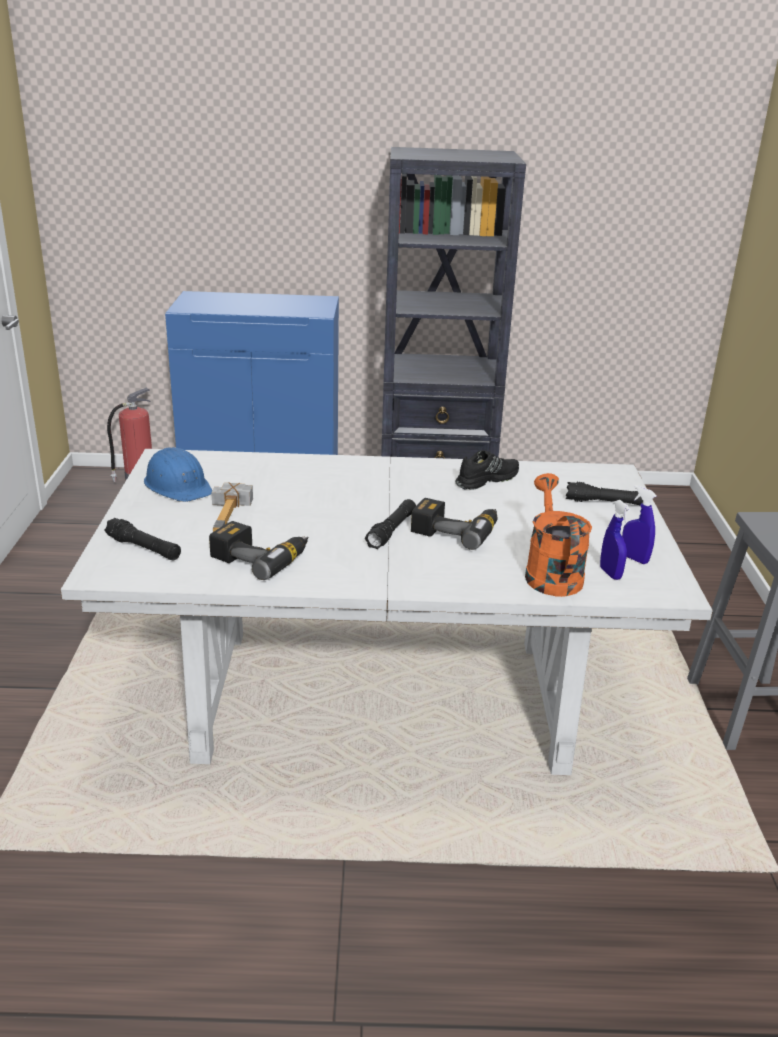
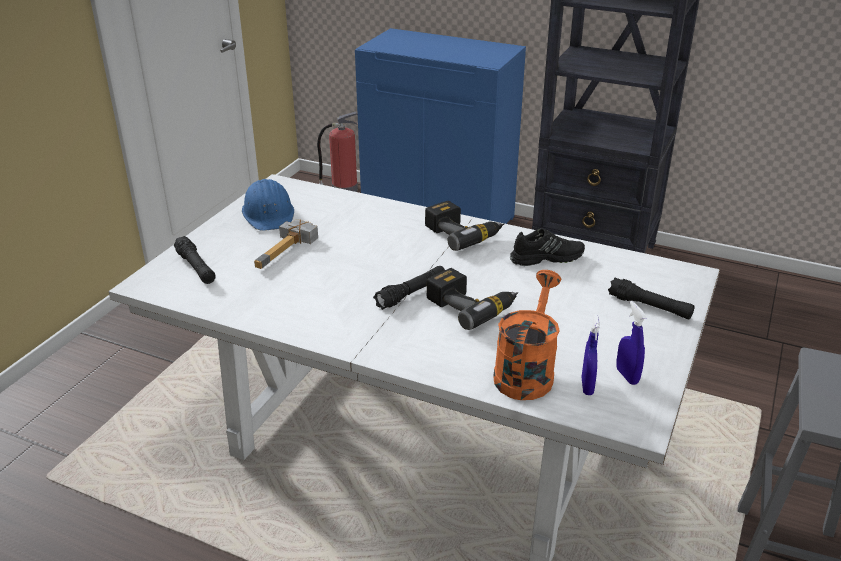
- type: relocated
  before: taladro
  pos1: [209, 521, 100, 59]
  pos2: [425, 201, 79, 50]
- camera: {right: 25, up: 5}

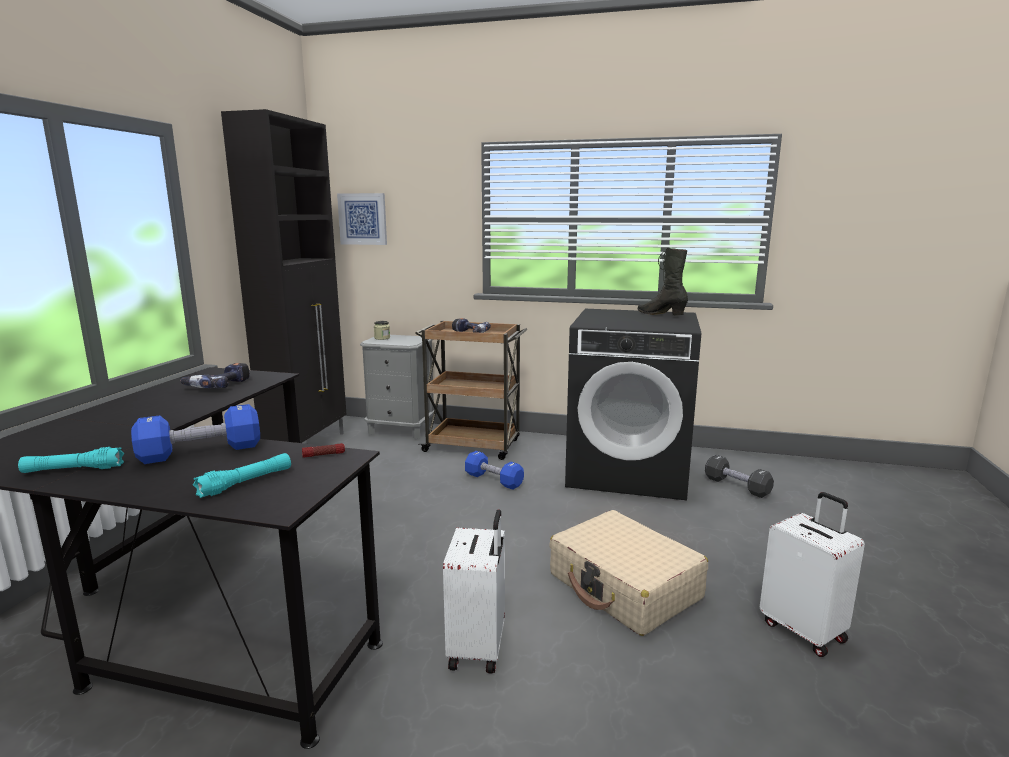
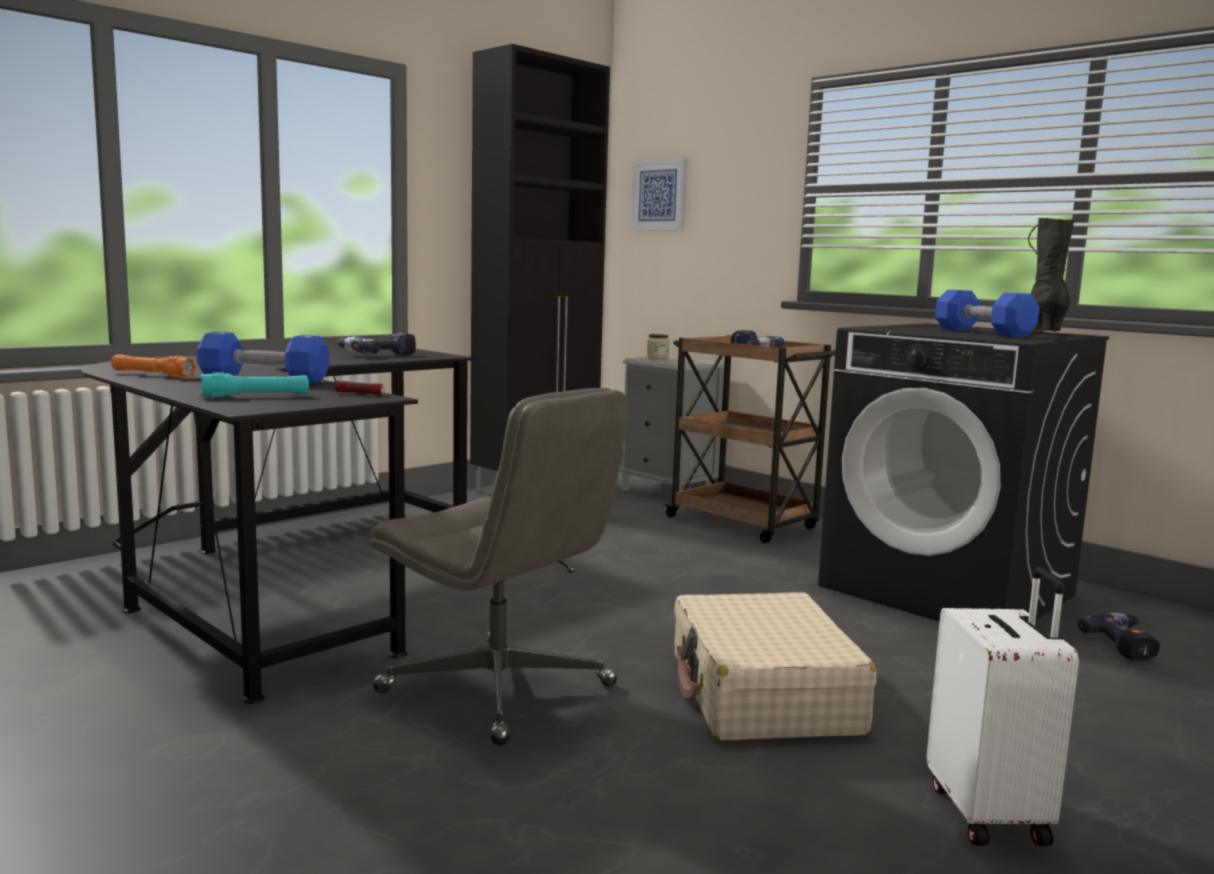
- type: colour
  before: linterna (turquesa)
  after: linterna (naranja)
  pos1: [18, 447, 106, 26]
  pos2: [111, 354, 85, 24]
- type: exchanged
  before: maleta (blanco)
  after: silla de oficina (gris)
  pos1: [443, 510, 62, 164]
  pos2: [369, 388, 259, 357]
- type: relocated
  before: mancuerna (azul)
  pos1: [465, 451, 59, 39]
  pos2: [935, 290, 105, 47]
- type: exchanged
  before: mancuerna (negro)
  after: taladro
  pos1: [705, 455, 69, 43]
  pos2: [1078, 613, 82, 48]
- camera: {right: 30, up: -5}

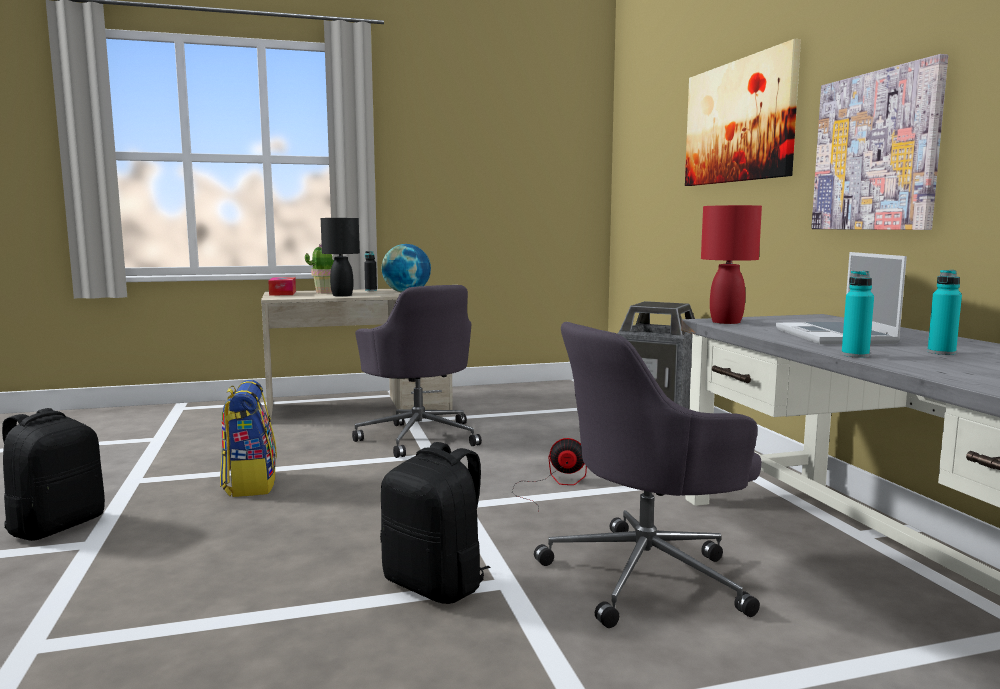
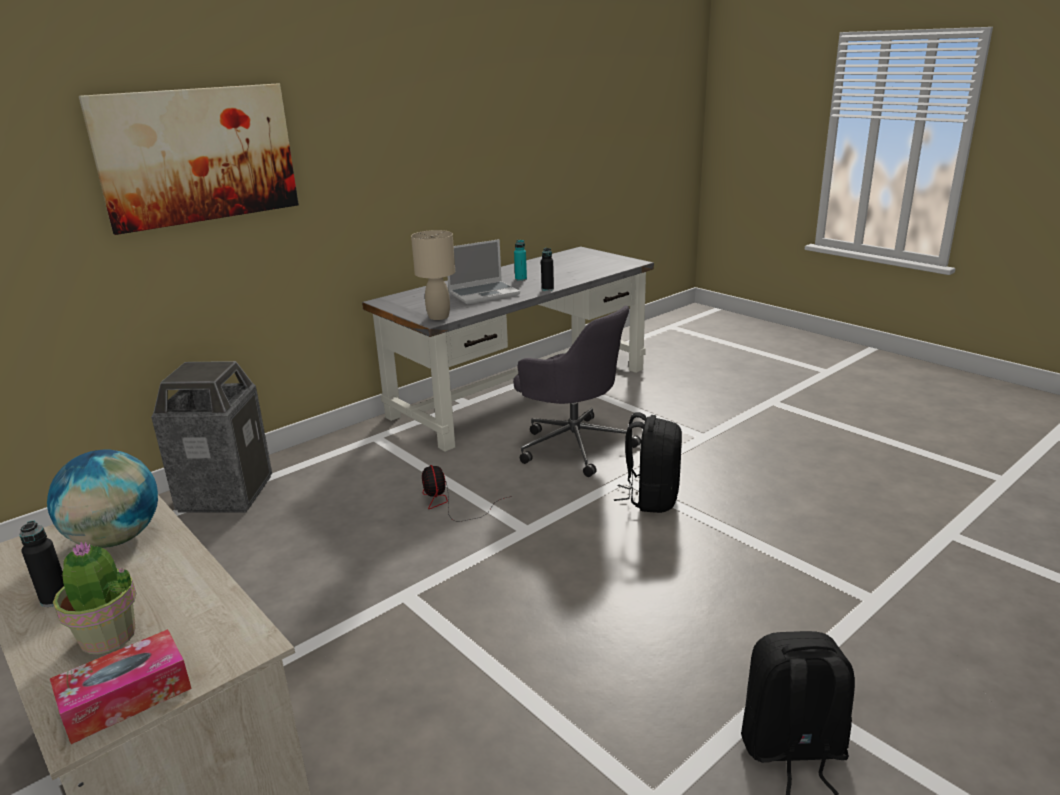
- type: missing
  before: mochila
  pos1: [220, 380, 57, 117]
- type: missing
  before: lámpara de mesa (negro)
  pos1: [321, 218, 39, 79]
- type: missing
  before: silla de oficina (gris)
  pos1: [352, 285, 130, 173]
- type: colour
  before: lámpara de mesa (rojo)
  after: lámpara de mesa (beis)
  pos1: [701, 205, 61, 119]
  pos2: [411, 230, 44, 90]
- type: missing
  before: cuadro
  pos1: [811, 54, 137, 176]
- type: colour
  before: botella (turquesa)
  after: botella (negro)
  pos1: [842, 271, 32, 87]
  pos2: [541, 248, 13, 43]
- camera: {right: -115, up: 15}

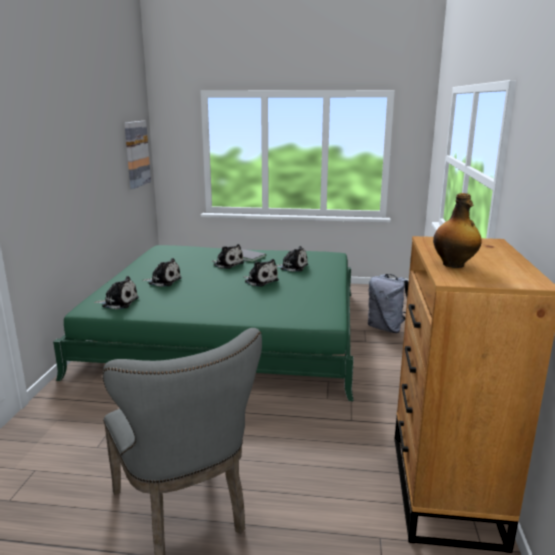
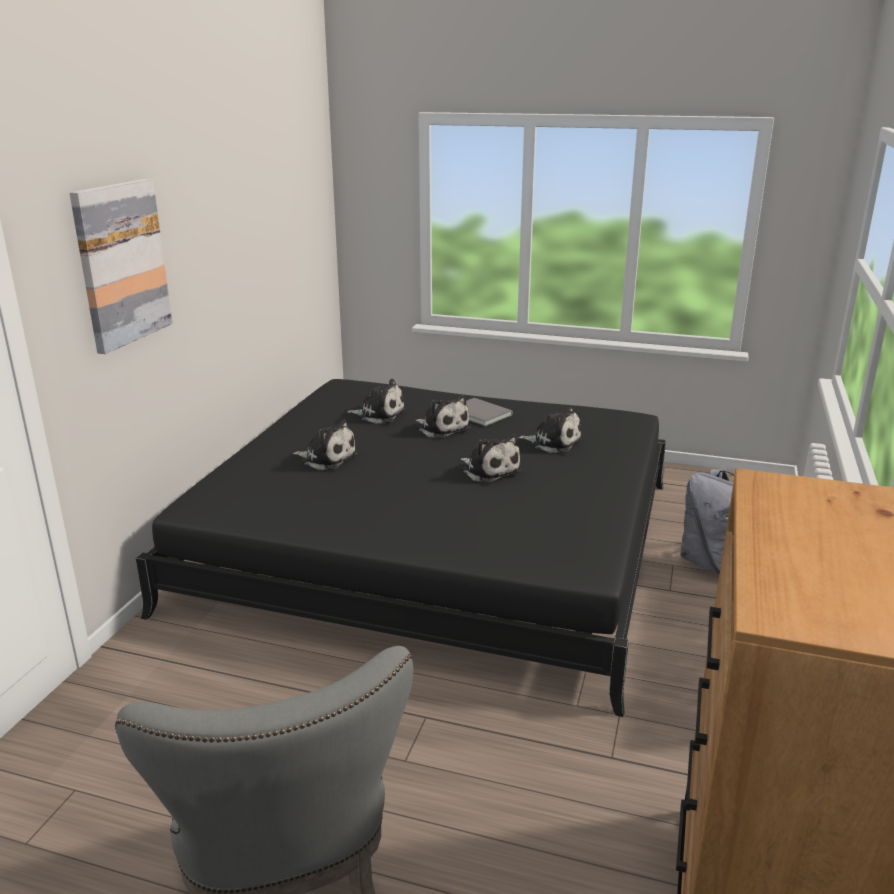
- type: colour
  before: cama (verde)
  after: cama (negro)
  pos1: [53, 245, 301, 156]
  pos2: [135, 379, 531, 338]
- type: relocated
  before: peluche
  pos1: [94, 276, 45, 33]
  pos2: [347, 379, 59, 45]
- type: relocated
  before: cuadro
  pos1: [124, 121, 27, 68]
  pos2: [69, 178, 104, 176]
- type: missing
  before: botella
  pos1: [433, 193, 49, 75]
- camera: {right: 10, up: 5}

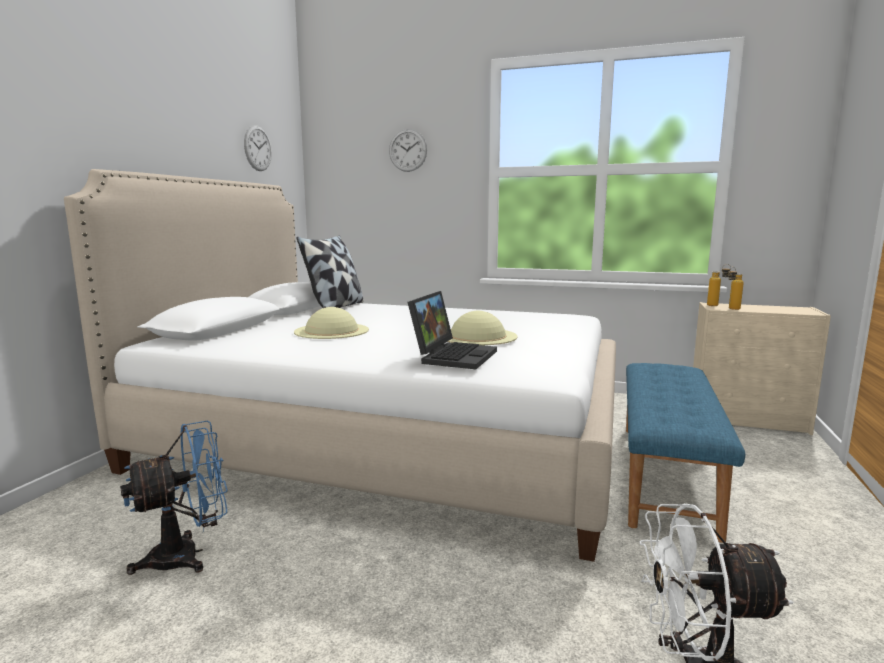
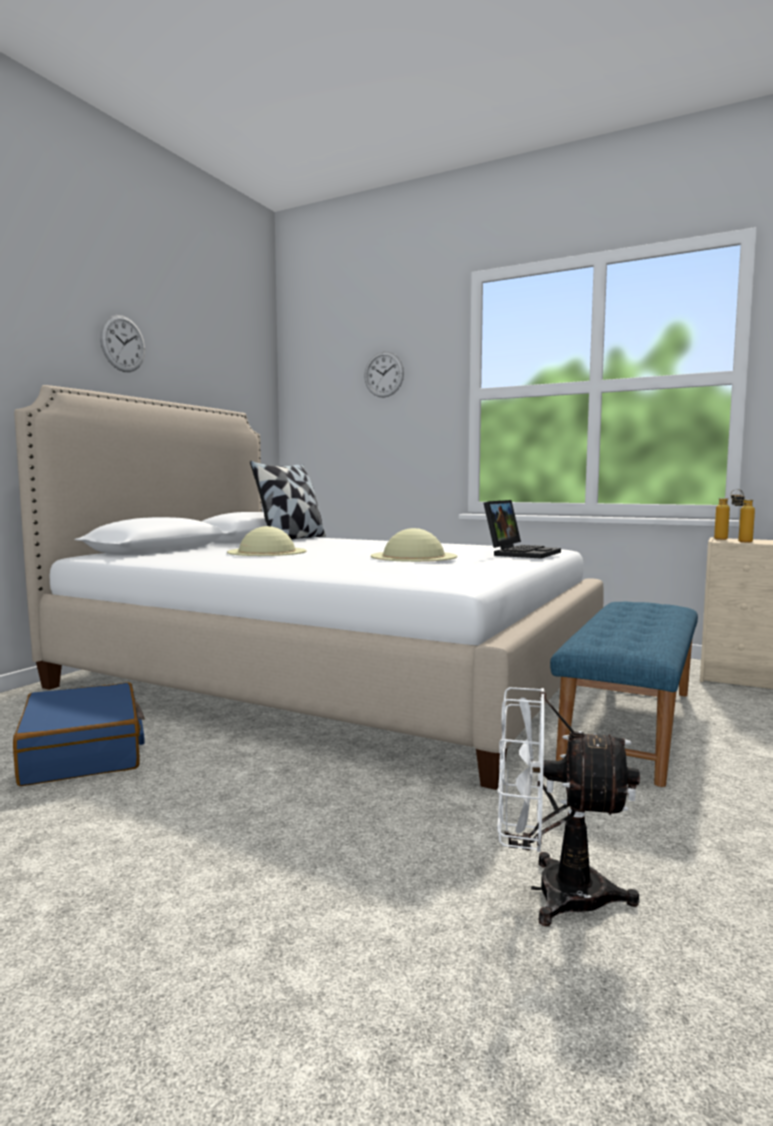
- type: exchanged
  before: ventilador (azul)
  after: maleta (azul)
  pos1: [120, 420, 108, 155]
  pos2: [13, 682, 132, 104]
- type: relocated
  before: reloj de pared
  pos1: [244, 125, 28, 46]
  pos2: [100, 315, 45, 57]
- type: relocated
  before: portátil
  pos1: [408, 291, 89, 78]
  pos2: [484, 500, 77, 59]
- camera: {right: 10, up: -5}

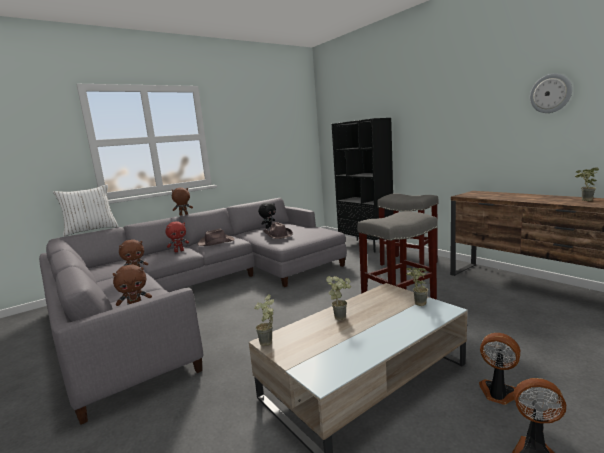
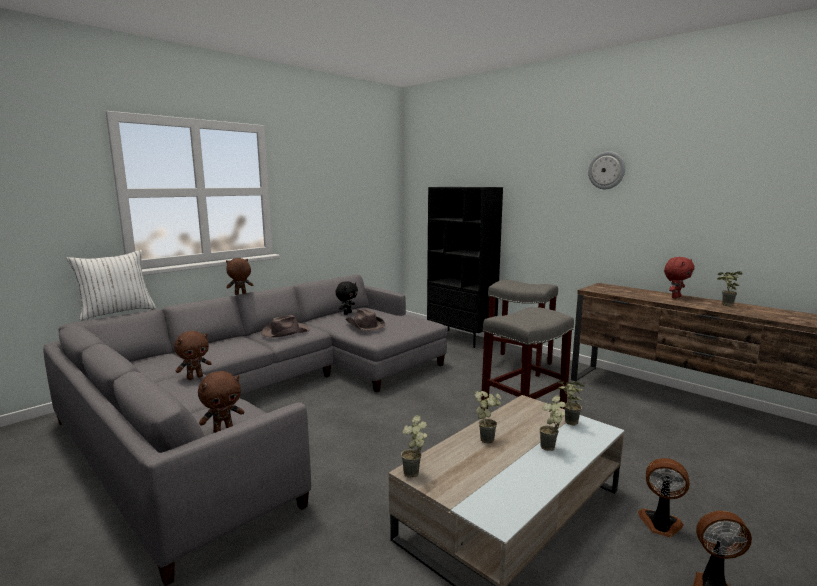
- type: relocated
  before: peluche (rojo)
  pos1: [166, 221, 23, 32]
  pos2: [664, 257, 31, 42]
- type: relocated
  before: reloj de pared
  pos1: [530, 73, 42, 40]
  pos2: [588, 151, 37, 38]
- type: appeared
  after: planta en maceta
  pos2: [539, 395, 27, 56]
- camera: {right: -10, up: 0}

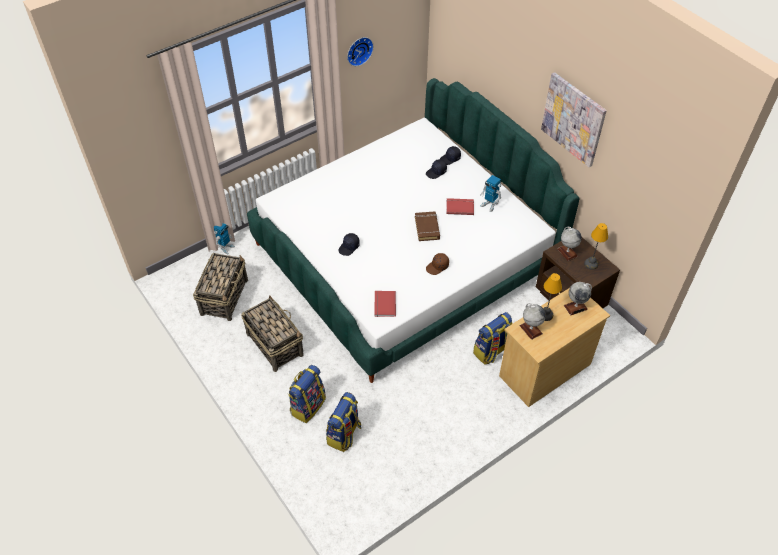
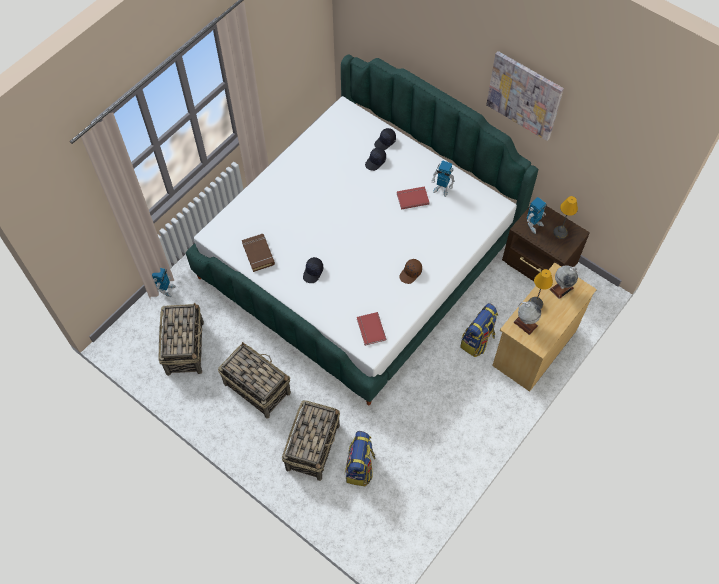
- type: exchanged
  before: mochila
  after: cesta
  pos1: [288, 365, 38, 58]
  pos2: [282, 400, 58, 81]
- type: missing
  before: reloj de pared
  pos1: [347, 37, 27, 29]
- type: relocated
  before: libro (marrón)
  pos1: [415, 211, 25, 30]
  pos2: [242, 234, 33, 38]
- type: exchanged
  before: globo terráqueo
  after: robot de juguete
  pos1: [557, 227, 25, 34]
  pos2: [527, 197, 20, 37]
- camera: {right: -15, up: 10}

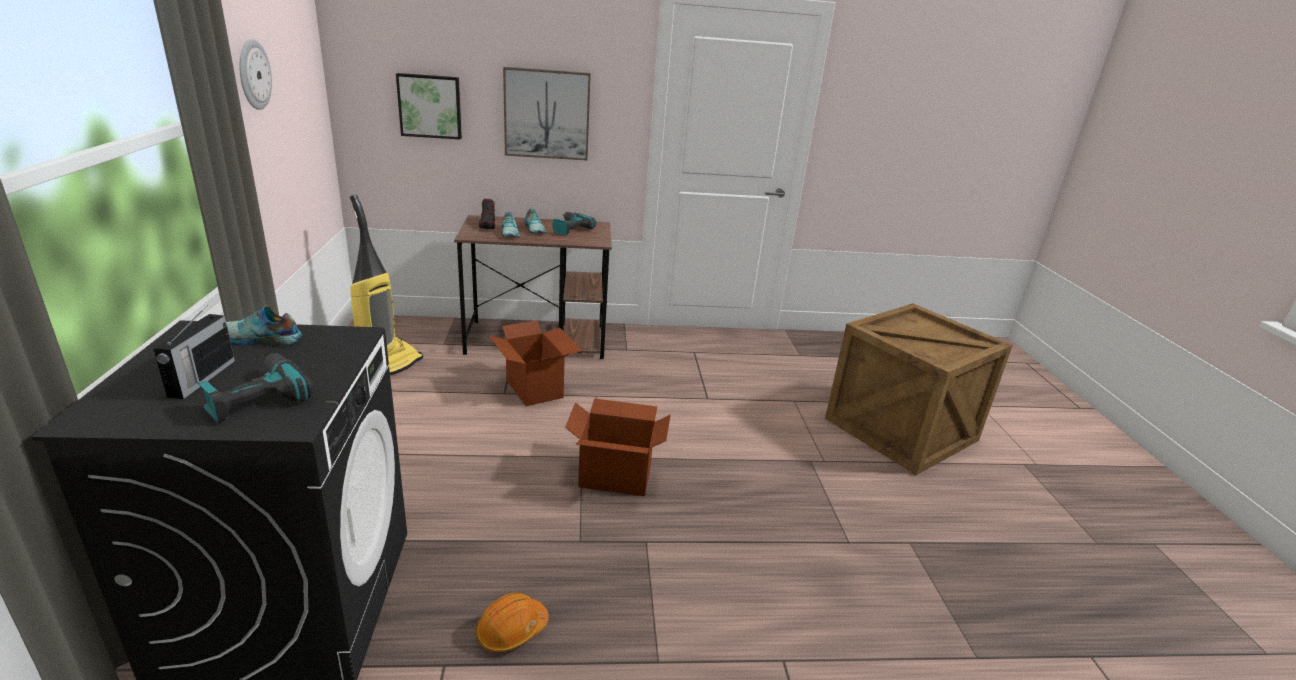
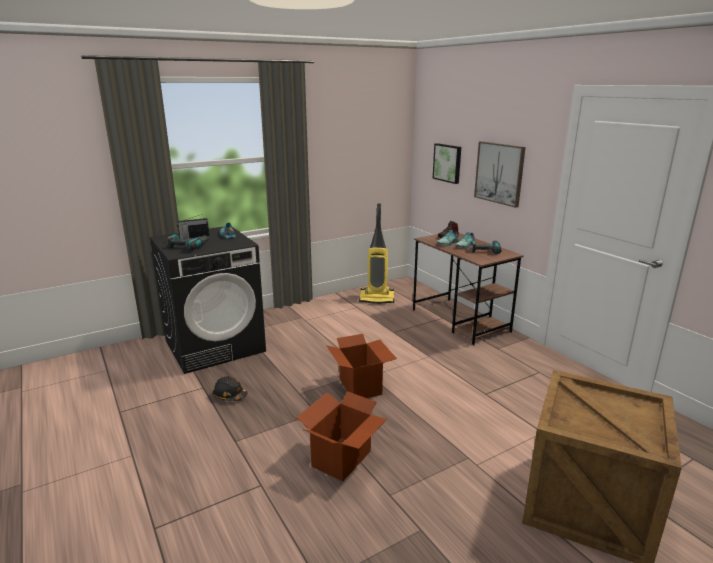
- type: missing
  before: reloj de pared
  pos1: [239, 39, 33, 71]
- type: colour
  before: casco (naranja)
  after: casco (negro)
  pos1: [475, 592, 74, 60]
  pos2: [212, 376, 35, 25]
- type: relocated
  before: caja de cartón
  pos1: [488, 320, 95, 86]
  pos2: [296, 391, 91, 90]
- camera: {right: 65, up: -5}

